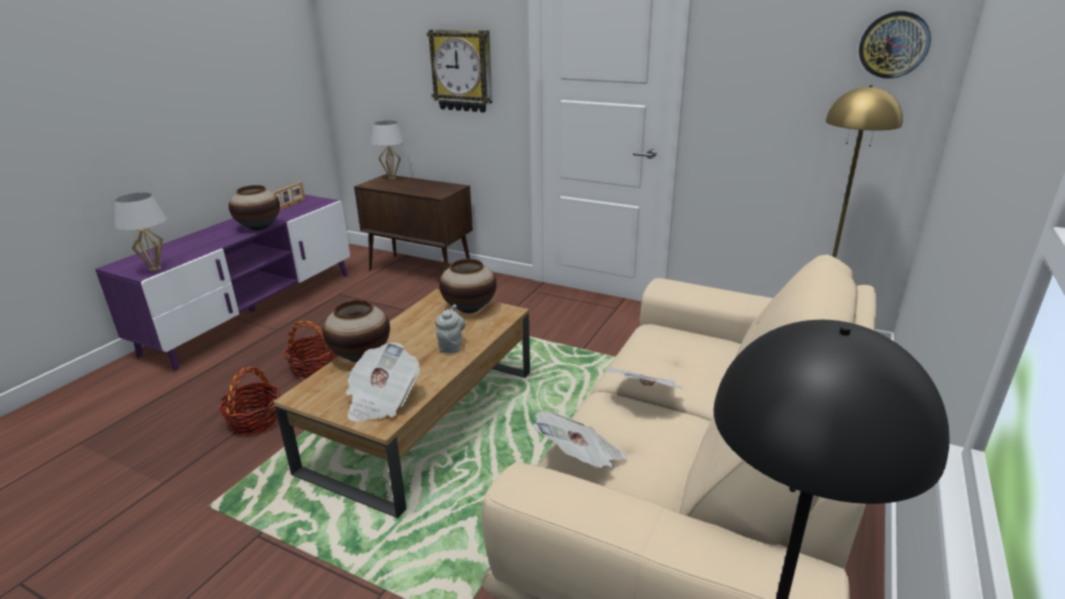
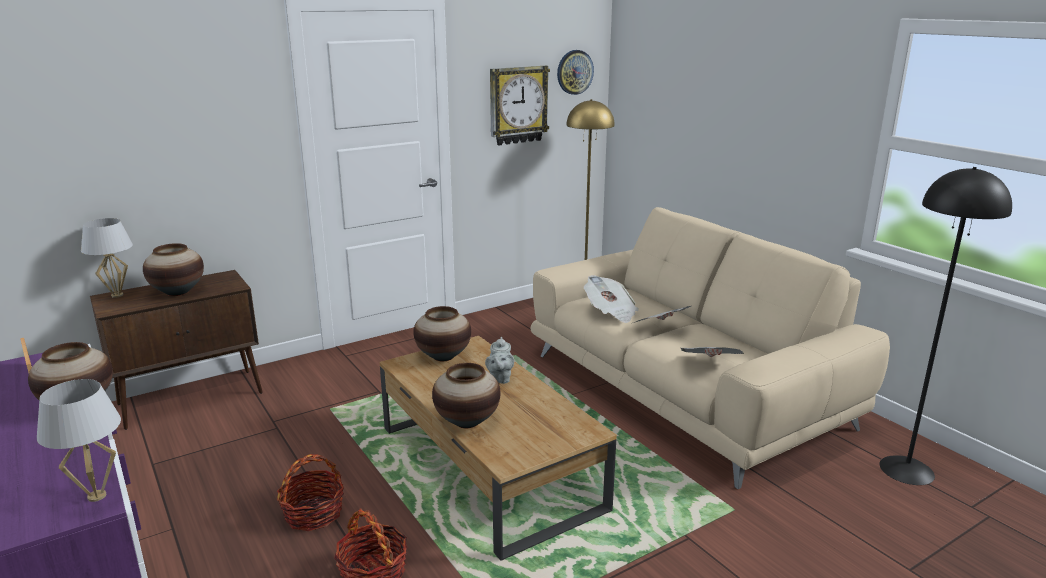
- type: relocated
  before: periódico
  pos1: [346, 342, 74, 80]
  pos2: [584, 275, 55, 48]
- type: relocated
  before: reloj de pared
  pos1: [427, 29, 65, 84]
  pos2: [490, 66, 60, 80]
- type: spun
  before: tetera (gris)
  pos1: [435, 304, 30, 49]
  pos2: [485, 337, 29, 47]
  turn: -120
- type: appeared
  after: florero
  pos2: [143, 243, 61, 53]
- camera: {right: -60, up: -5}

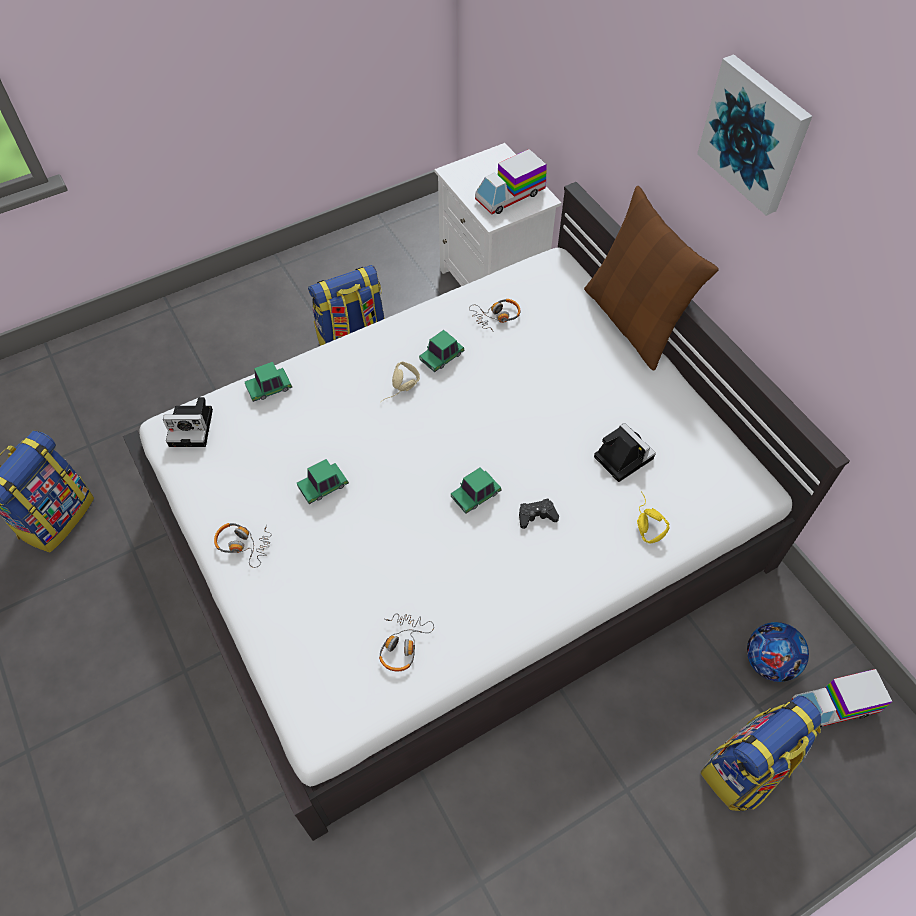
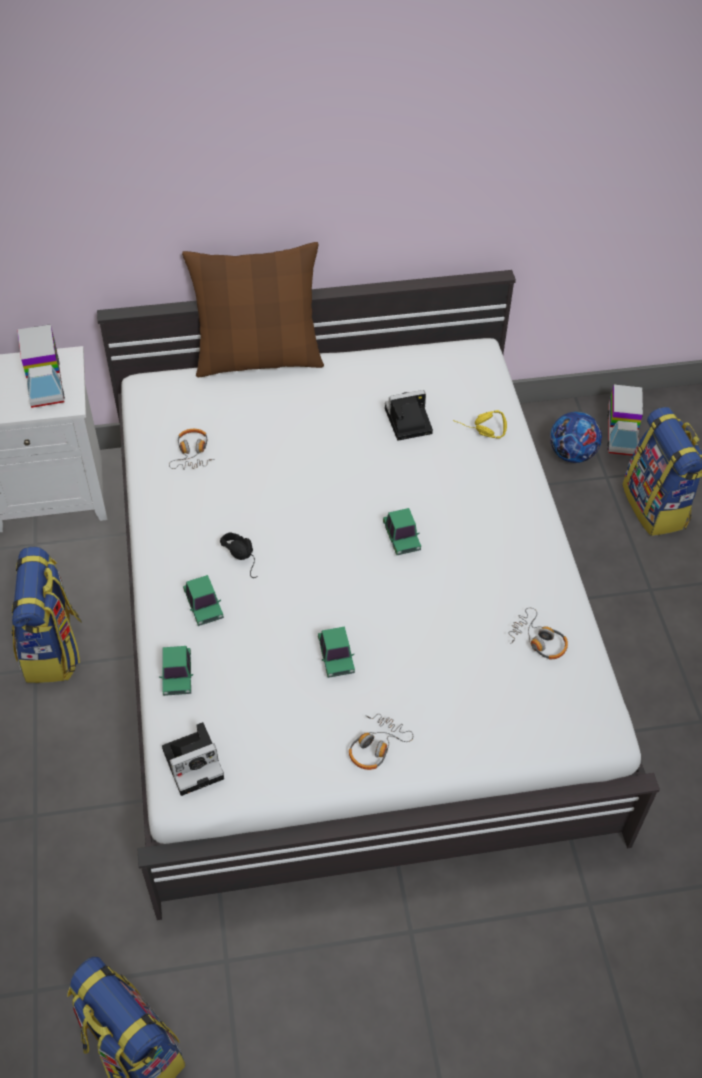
- type: spun
  before: cámara
  pos1: [163, 397, 50, 50]
  pos2: [162, 722, 62, 74]
  turn: 45
- type: colour
  before: auriculares (beis)
  after: auriculares (negro)
  pos1: [380, 362, 40, 41]
  pos2: [220, 533, 37, 45]
- type: relocated
  before: coche de juguete
  pos1: [419, 330, 46, 42]
  pos2: [183, 575, 41, 51]
- type: missing
  before: mando de consola (negro)
  pos1: [519, 499, 40, 30]
- type: missing
  before: cuadro
  pos1: [697, 54, 115, 162]
- camera: {right: -70, up: -5}

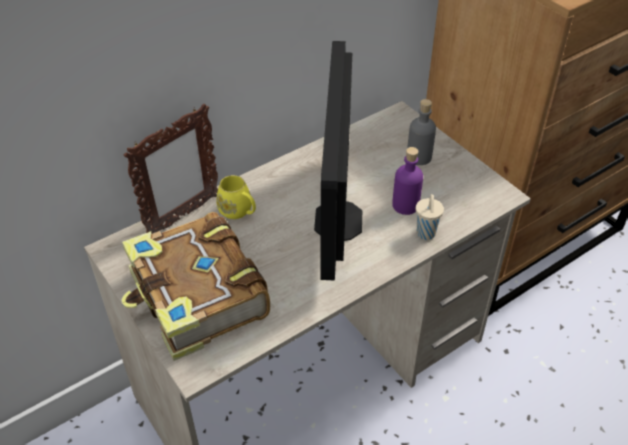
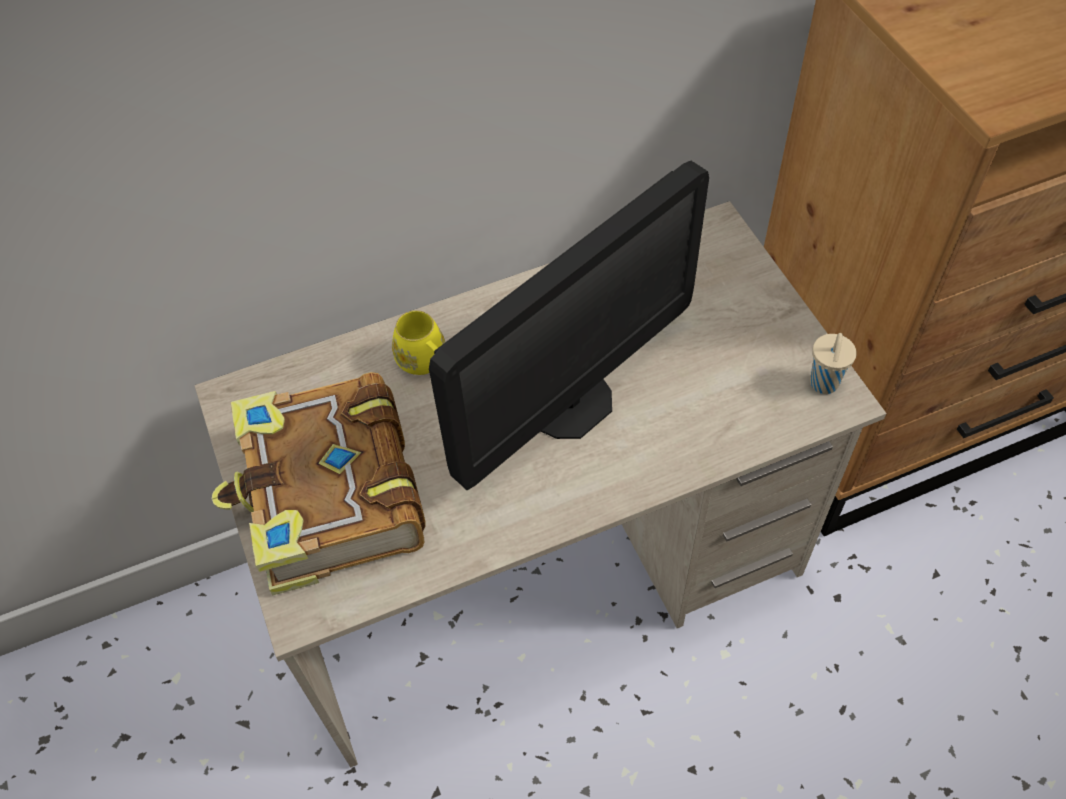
- type: missing
  before: portarretratos
  pos1: [123, 104, 95, 130]
- type: spun
  before: monitor
  pos1: [314, 41, 48, 240]
  pos2: [429, 161, 280, 329]
  turn: -150
- type: missing
  before: botella (morado)
  pos1: [392, 147, 31, 68]
- type: missing
  before: botella (gris)
  pos1: [407, 99, 29, 66]
- type: relocated
  before: taza (beis)
  pos1: [416, 194, 28, 46]
  pos2: [810, 333, 47, 61]
- camera: {right: 15, up: 10}

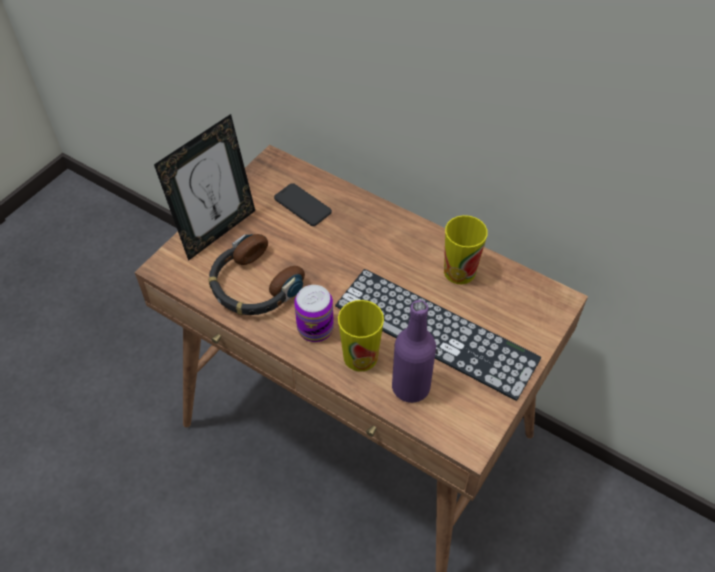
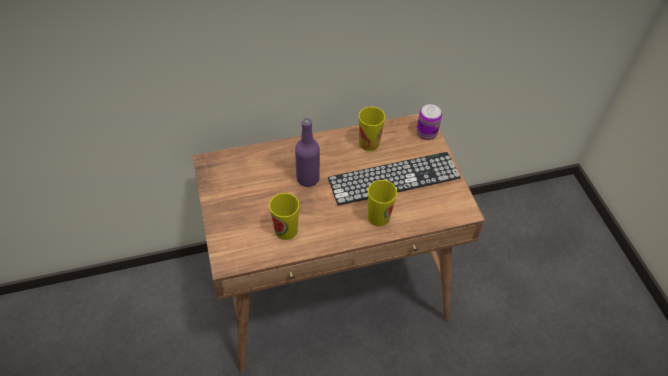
- type: missing
  before: portarretratos
  pos1: [154, 114, 101, 147]
- type: exchanged
  before: auriculares
  after: taza
  pos1: [209, 234, 96, 81]
  pos2: [269, 193, 30, 47]
- type: missing
  before: móvil
  pos1: [274, 183, 58, 43]
- type: relocated
  before: lata
  pos1: [294, 285, 40, 57]
  pos2: [416, 104, 26, 36]
- type: relocated
  before: botella (morado)
  pos1: [392, 300, 44, 103]
  pos2: [295, 118, 25, 69]
- camera: {right: -50, up: 0}

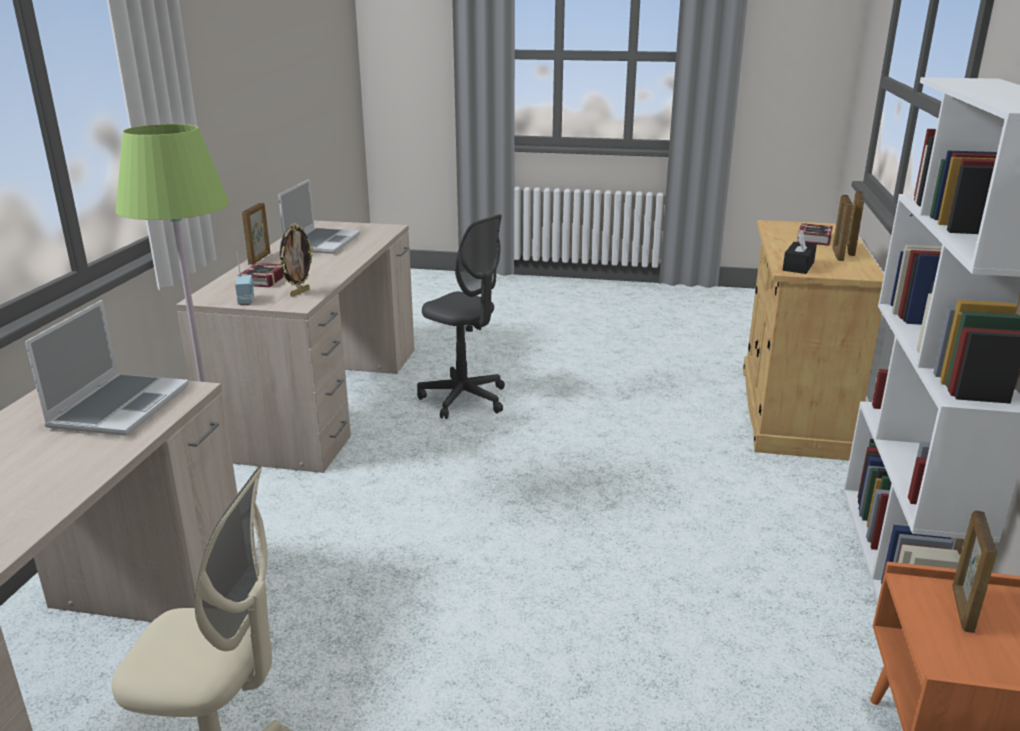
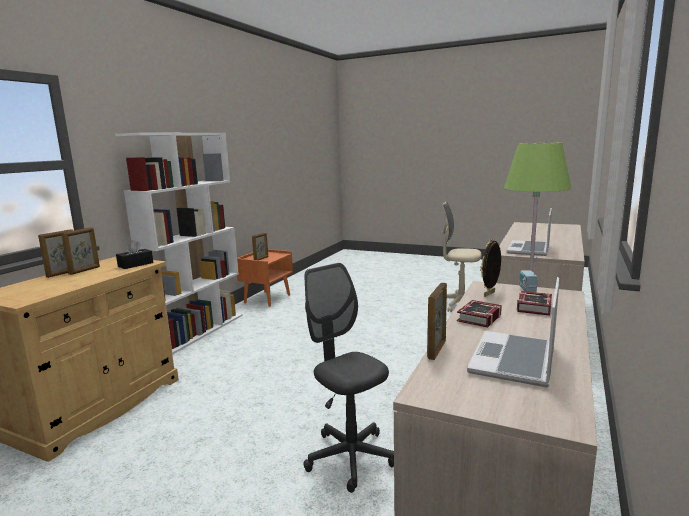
- type: relocated
  before: portarretratos
  pos1: [242, 203, 28, 62]
  pos2: [427, 283, 20, 77]
- type: relocated
  before: libro
  pos1: [797, 223, 36, 23]
  pos2: [457, 300, 45, 28]
- camera: {right: -165, up: -10}

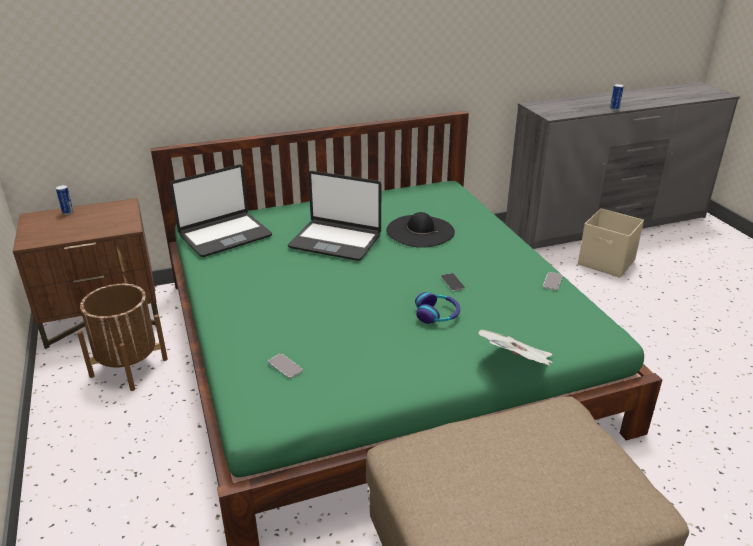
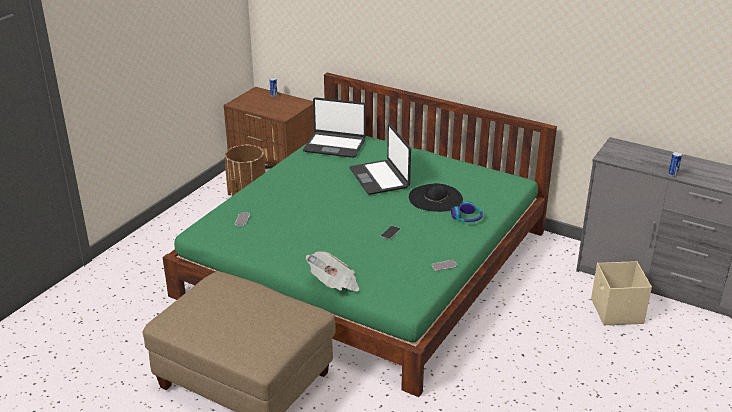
- type: relocated
  before: auriculares
  pos1: [415, 292, 45, 32]
  pos2: [451, 202, 32, 20]
- camera: {right: 50, up: 0}

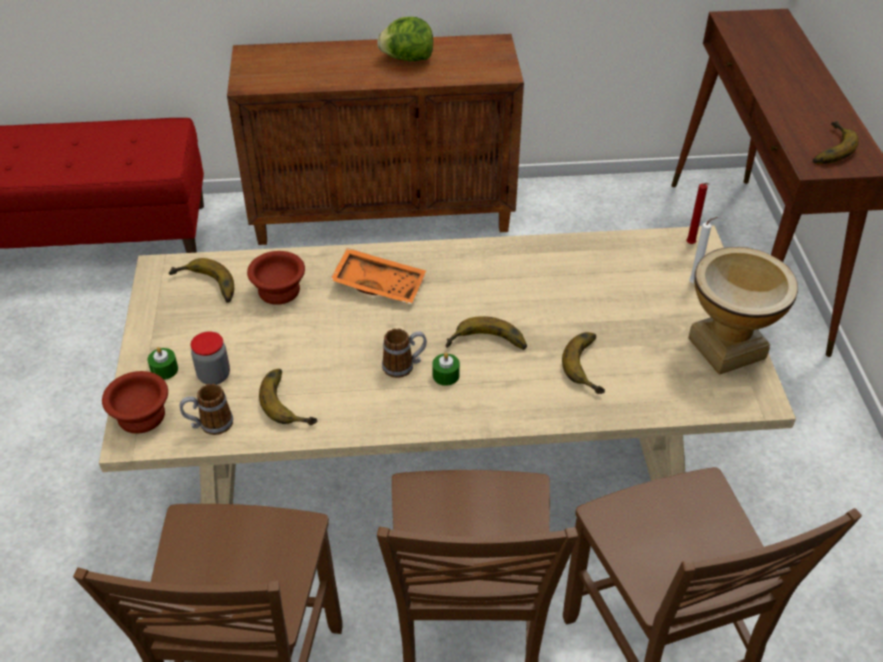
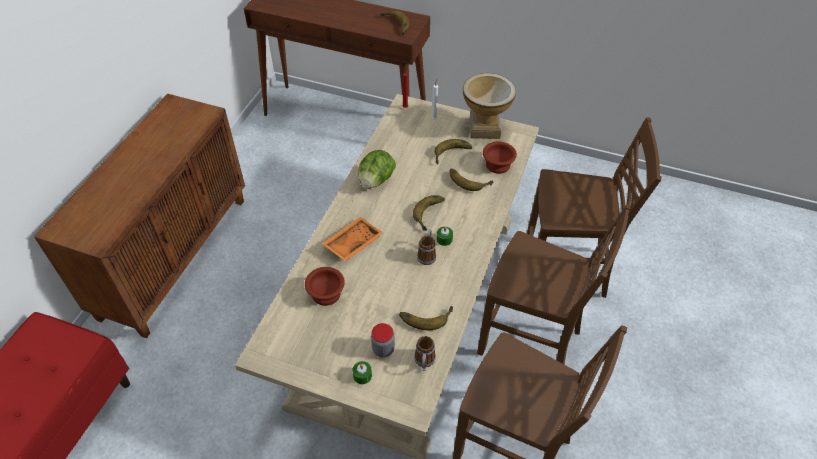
- type: relocated
  before: cuenco (marrón)
  pos1: [102, 371, 66, 63]
  pos2: [483, 142, 34, 32]
- type: relocated
  before: plátano
  pos1: [169, 258, 65, 45]
  pos2: [434, 139, 38, 25]
- type: relocated
  before: lechuga
  pos1: [377, 17, 56, 44]
  pos2: [358, 150, 38, 39]
- camera: {right: -65, up: 5}

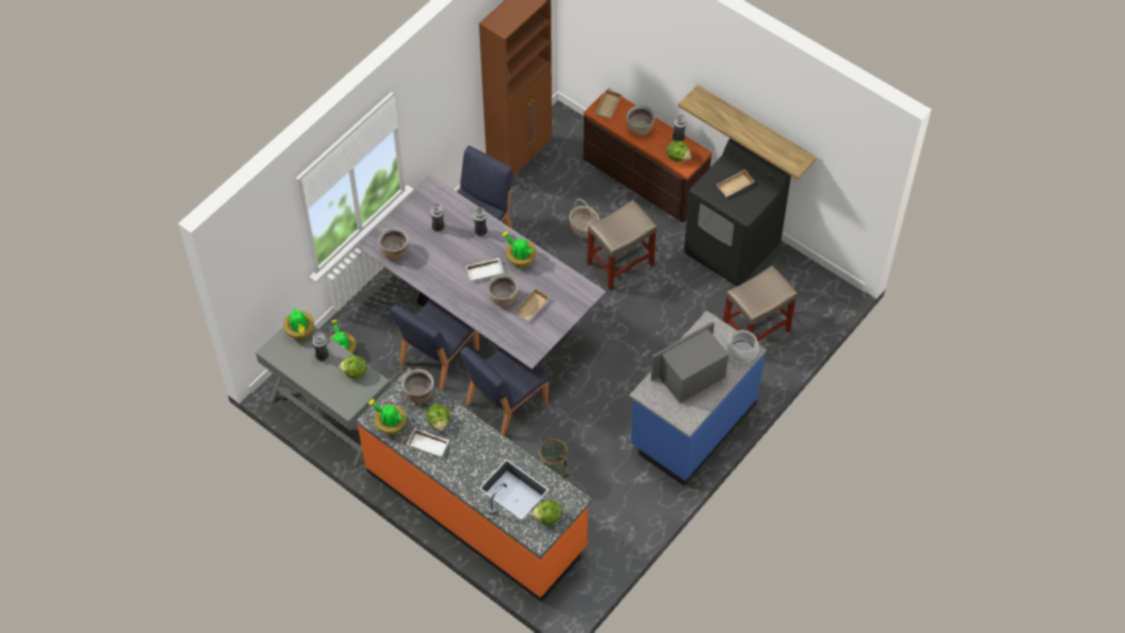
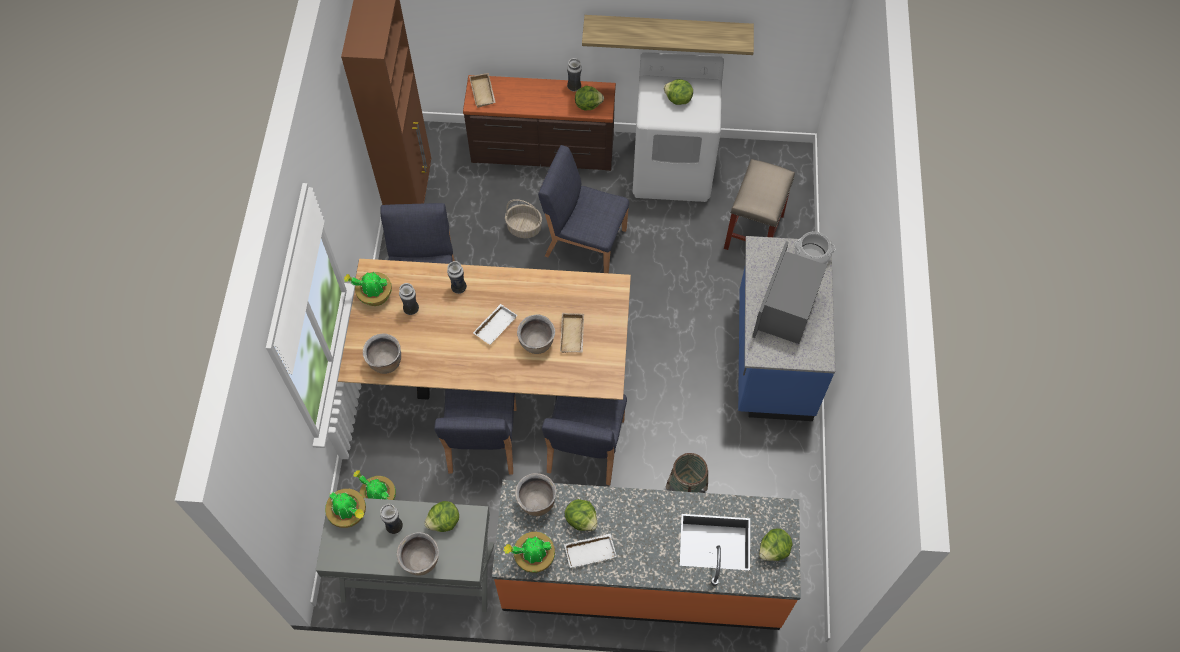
- type: colour
  before: mesa de comedor (gris)
  after: mesa de comedor (marrón)
  pos1: [355, 175, 251, 194]
  pos2: [338, 259, 293, 141]
- type: relocated
  before: planta en maceta
  pos1: [502, 231, 34, 37]
  pos2: [344, 272, 48, 34]
- type: exchanged
  before: taburete (beis)
  after: silla (azul)
  pos1: [587, 200, 70, 90]
  pos2: [538, 145, 91, 128]
- type: relocated
  before: olla (marrón)
  pos1: [626, 105, 29, 31]
  pos2: [397, 532, 42, 43]
- type: colour
  before: lavadora (negro)
  after: lavadora (blanco)
  pos1: [684, 139, 107, 147]
  pos2: [633, 52, 91, 150]
- type: exchanged
  before: bandeja (beis)
  after: lechuga
  pos1: [716, 169, 39, 28]
  pos2: [664, 79, 29, 26]
- camera: {right: -35, up: 5}

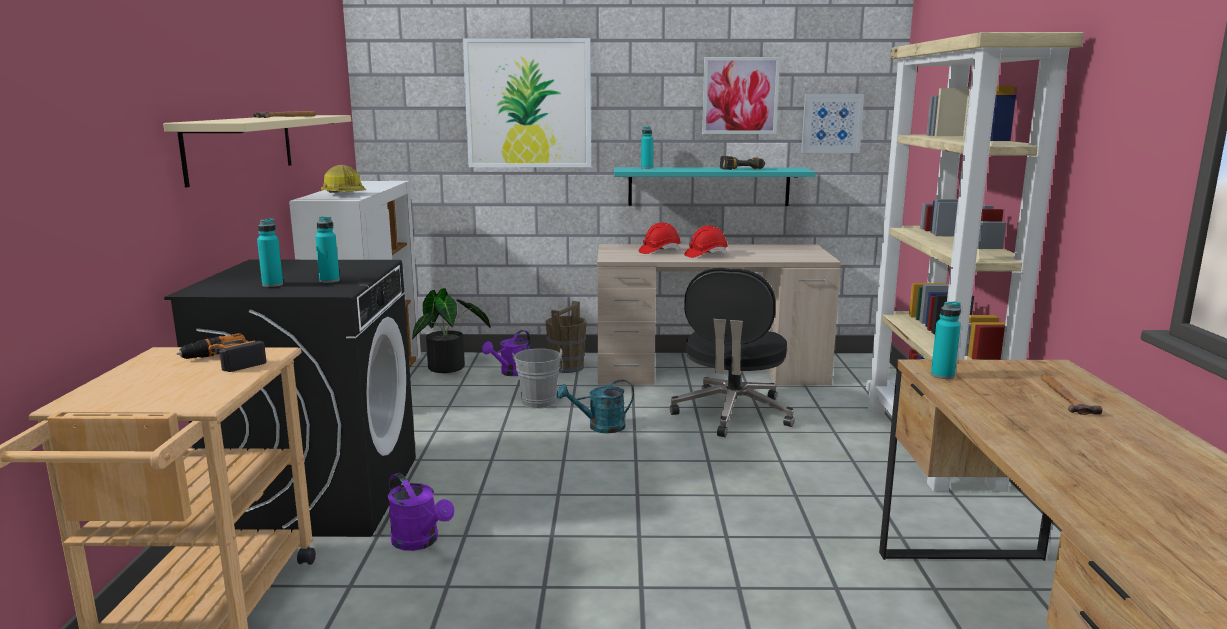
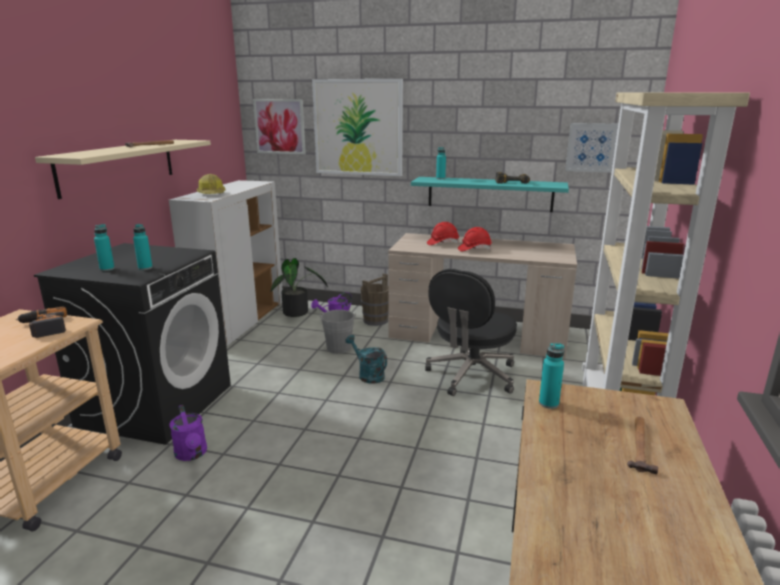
- type: spun
  before: regadera (turquesa)
  pos1: [557, 380, 77, 53]
  pos2: [345, 335, 42, 49]
  turn: 45
- type: relocated
  before: cuadro
  pos1: [702, 57, 78, 77]
  pos2: [253, 99, 53, 55]
- camera: {right: 15, up: 5}

